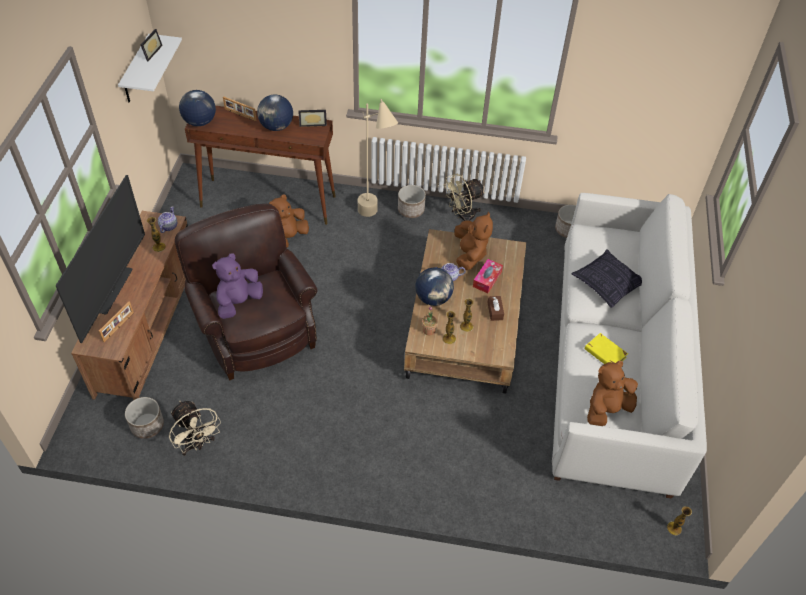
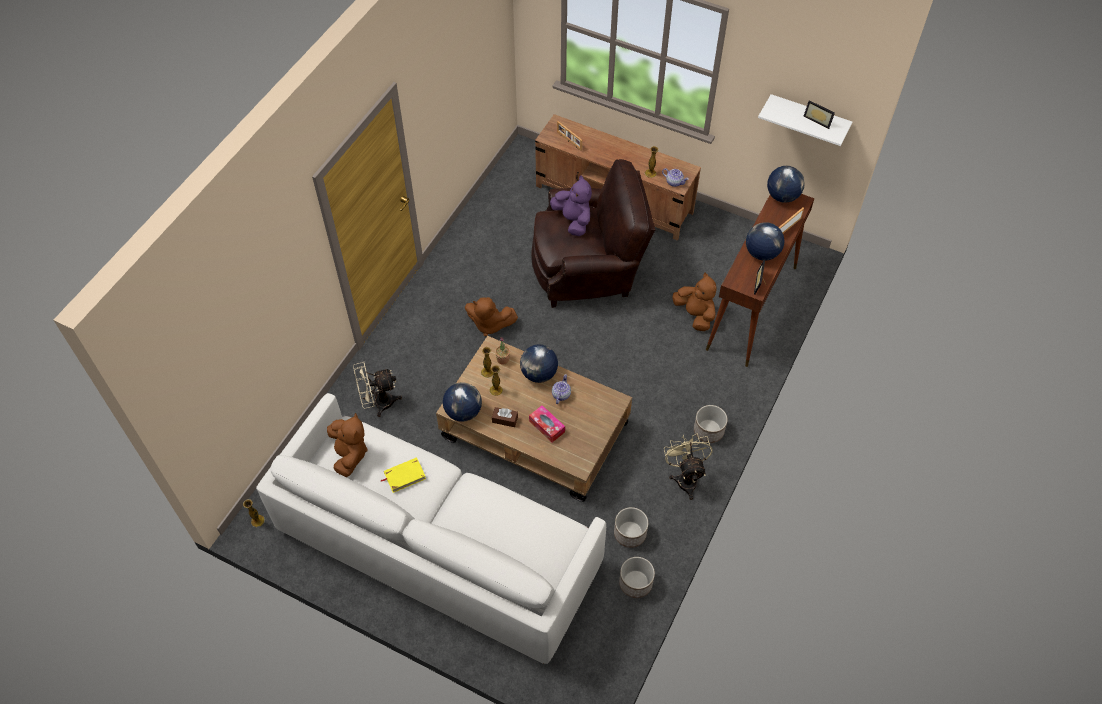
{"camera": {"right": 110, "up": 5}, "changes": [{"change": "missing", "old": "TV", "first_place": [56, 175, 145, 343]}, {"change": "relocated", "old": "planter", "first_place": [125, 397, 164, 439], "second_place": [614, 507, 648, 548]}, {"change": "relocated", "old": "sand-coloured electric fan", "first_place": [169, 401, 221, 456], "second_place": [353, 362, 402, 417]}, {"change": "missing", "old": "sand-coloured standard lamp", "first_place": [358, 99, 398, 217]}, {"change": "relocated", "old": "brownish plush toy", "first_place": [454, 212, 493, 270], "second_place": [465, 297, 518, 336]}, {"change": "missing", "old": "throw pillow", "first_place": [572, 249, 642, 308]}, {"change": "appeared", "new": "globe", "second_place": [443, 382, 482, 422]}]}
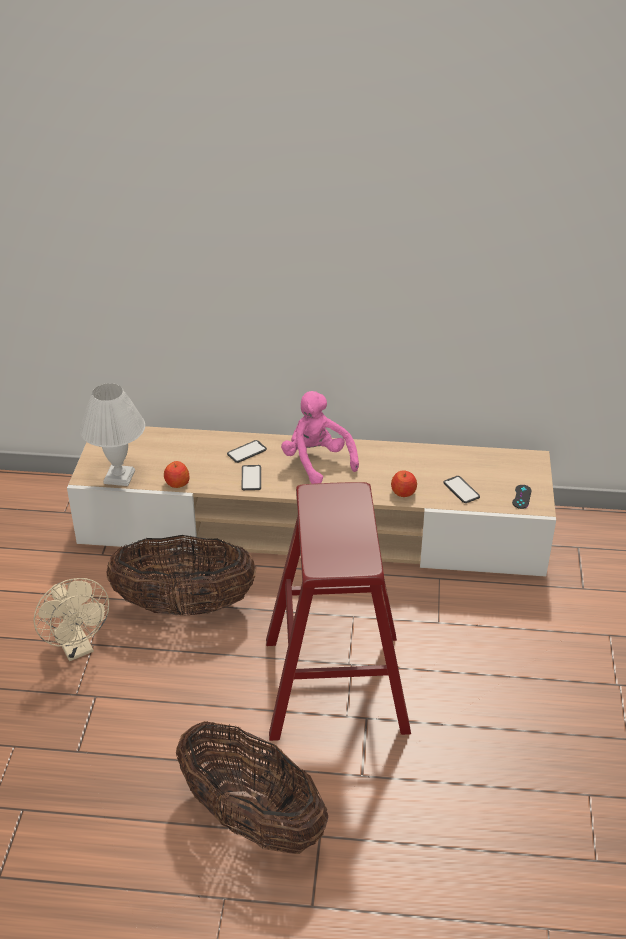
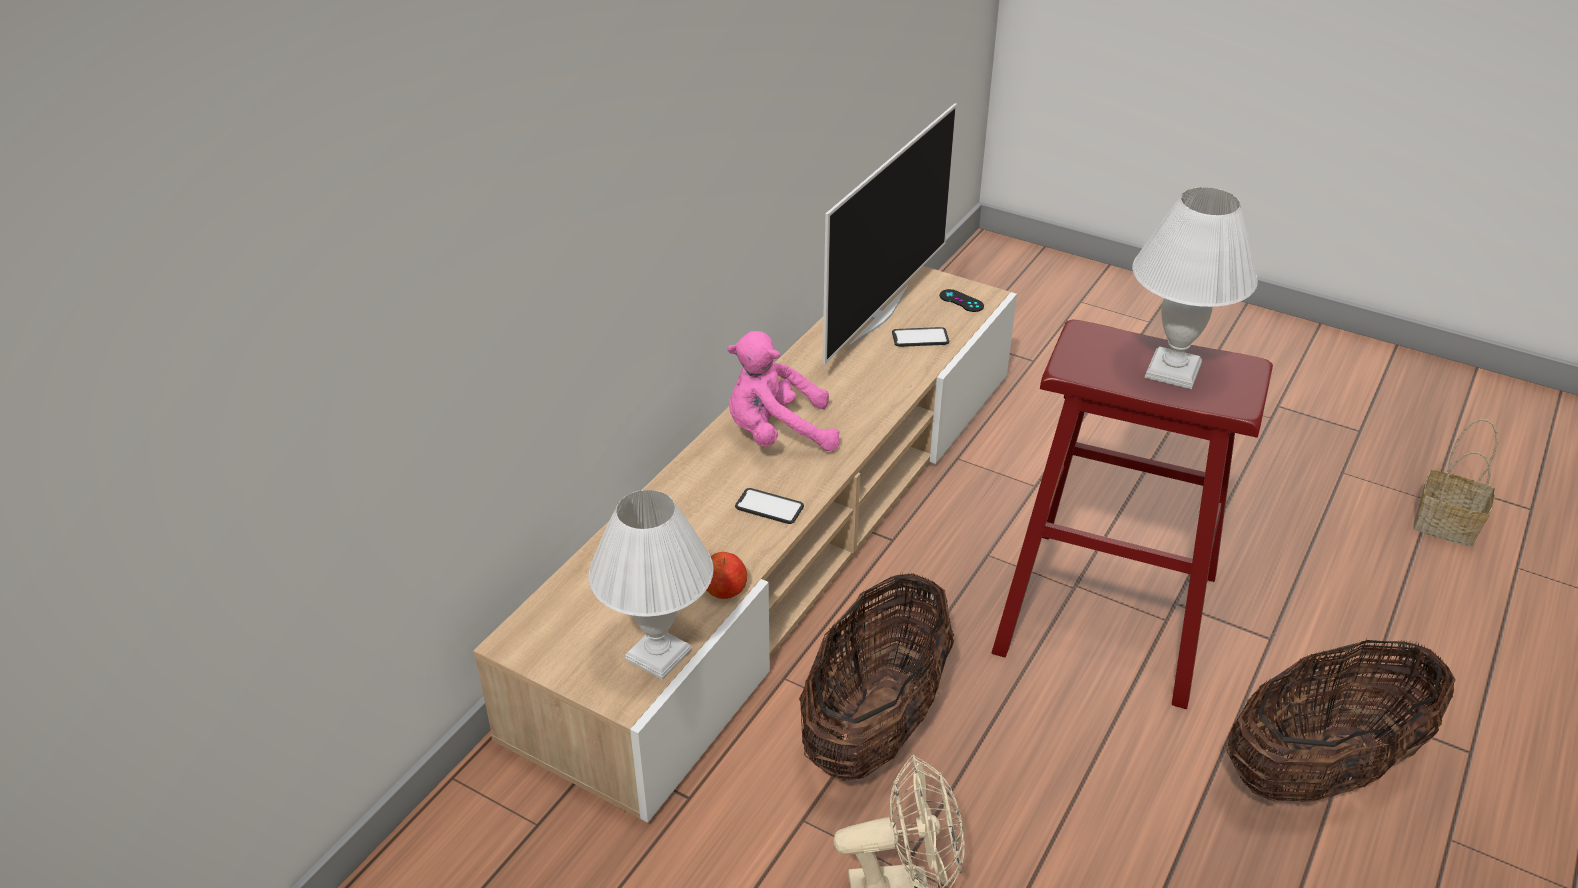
{"camera": {"right": -65, "up": 0}, "changes": [{"change": "missing", "old": "phone", "first_place": [227, 440, 267, 463]}, {"change": "missing", "old": "apple", "first_place": [391, 470, 417, 497]}, {"change": "appeared", "new": "TV", "second_place": [823, 103, 957, 364]}, {"change": "appeared", "new": "whitish lamp for a table", "second_place": [1132, 187, 1258, 389]}, {"change": "appeared", "new": "household basket", "second_place": [1413, 419, 1498, 547]}]}
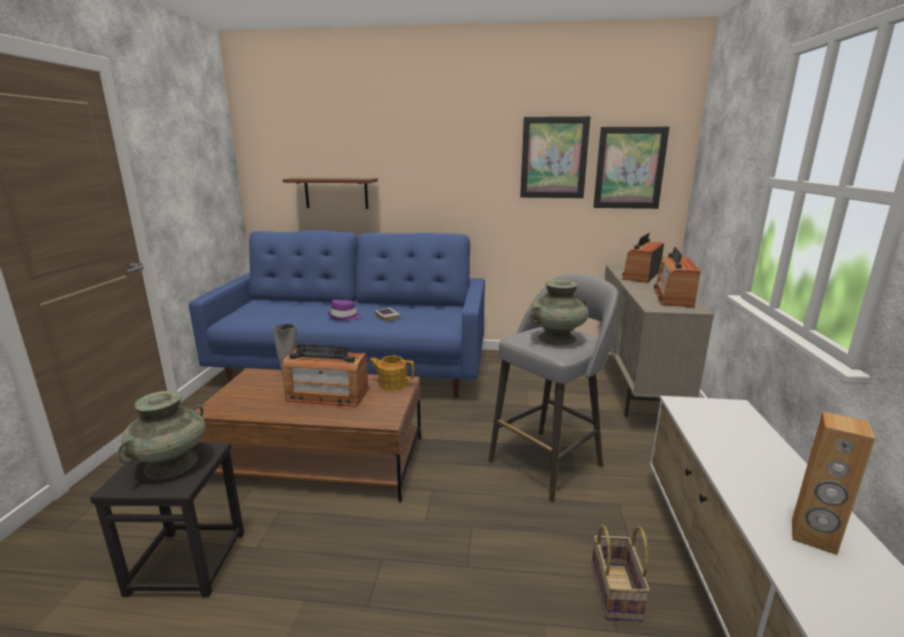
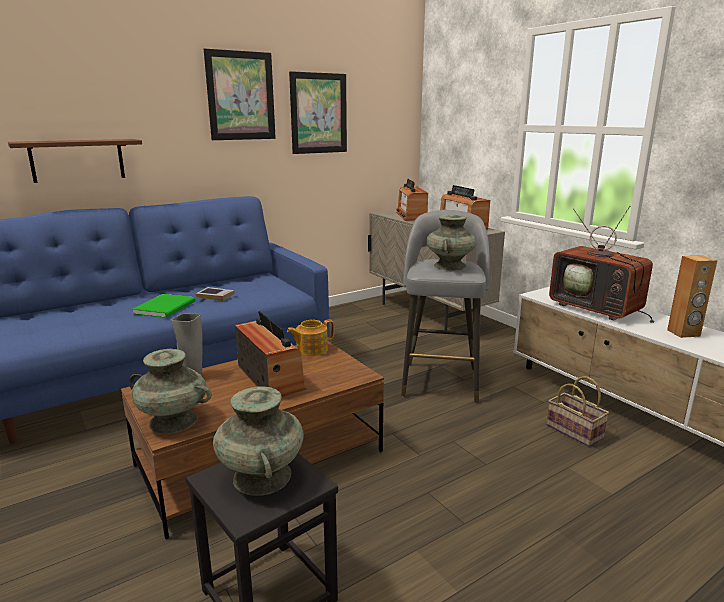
{"camera": {"right": -40, "up": 0}, "changes": [{"change": "spun", "old": "radio set", "first_place": [282, 344, 368, 407], "second_place": [235, 311, 306, 396], "degrees": -90}, {"change": "exchanged", "old": "purplish clothing hat", "new": "green-coloured book", "first_place": [327, 300, 361, 320], "second_place": [132, 294, 195, 318]}, {"change": "relocated", "old": "picture", "first_place": [593, 127, 669, 209], "second_place": [204, 49, 276, 140]}, {"change": "appeared", "new": "turquoise-coloured flower vase", "second_place": [129, 349, 212, 434]}, {"change": "appeared", "new": "TV", "second_place": [549, 206, 654, 323]}]}
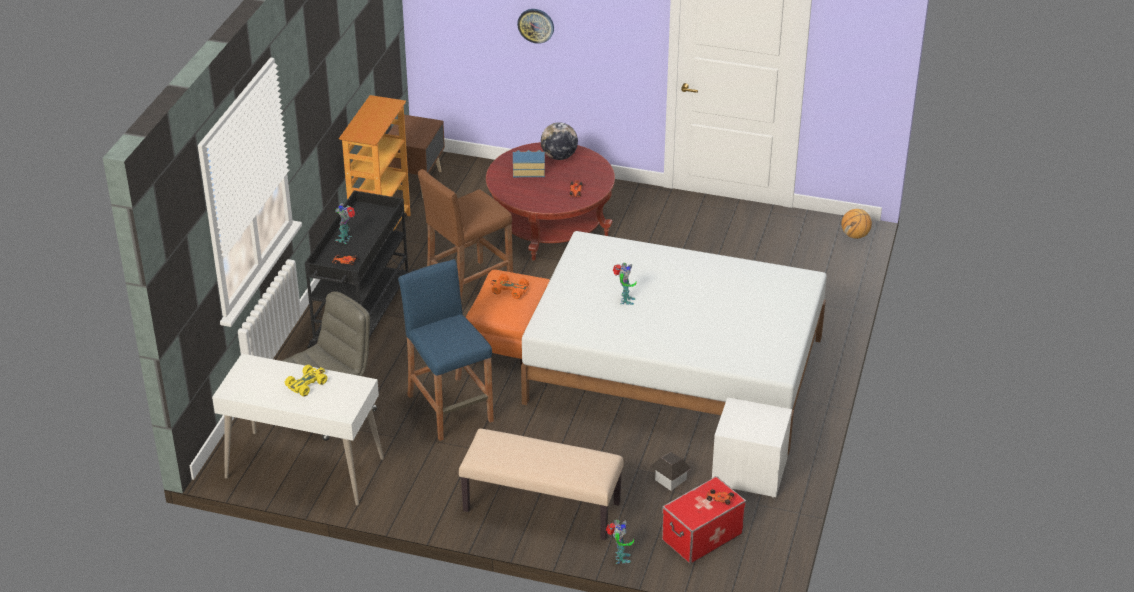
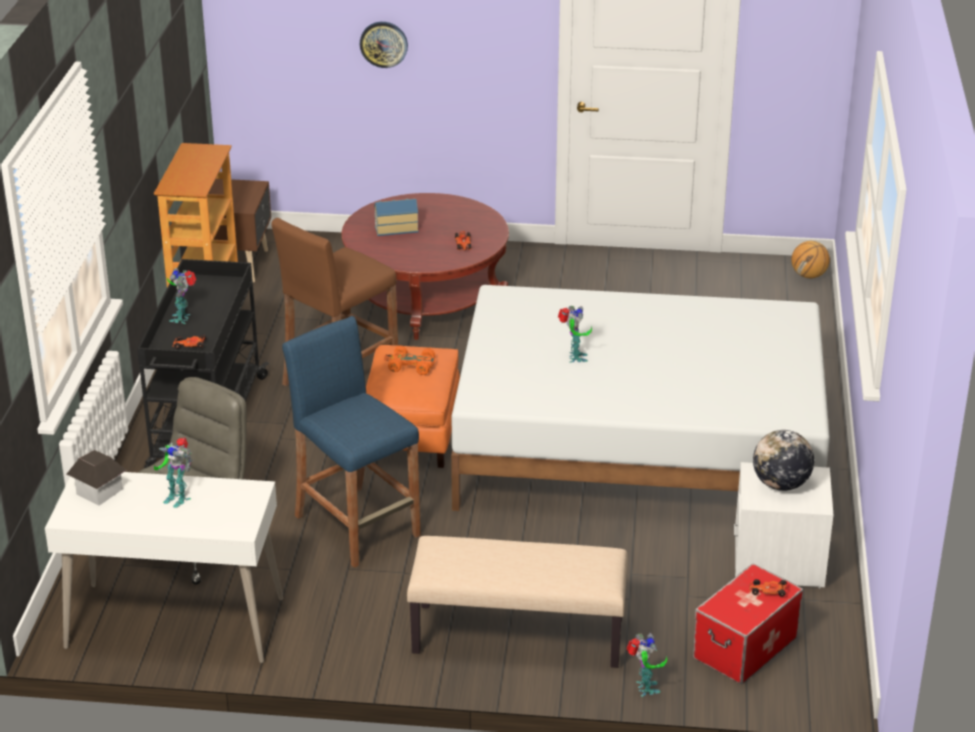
{"camera": {"right": -10, "up": -5}, "changes": [{"change": "exchanged", "old": "yellow-coloured miniature car", "new": "model robot", "first_place": [285, 365, 327, 396], "second_place": [154, 437, 192, 508]}, {"change": "relocated", "old": "globe", "first_place": [541, 122, 578, 160], "second_place": [753, 430, 814, 491]}, {"change": "relocated", "old": "miniature house", "first_place": [650, 452, 692, 491], "second_place": [67, 450, 127, 506]}]}
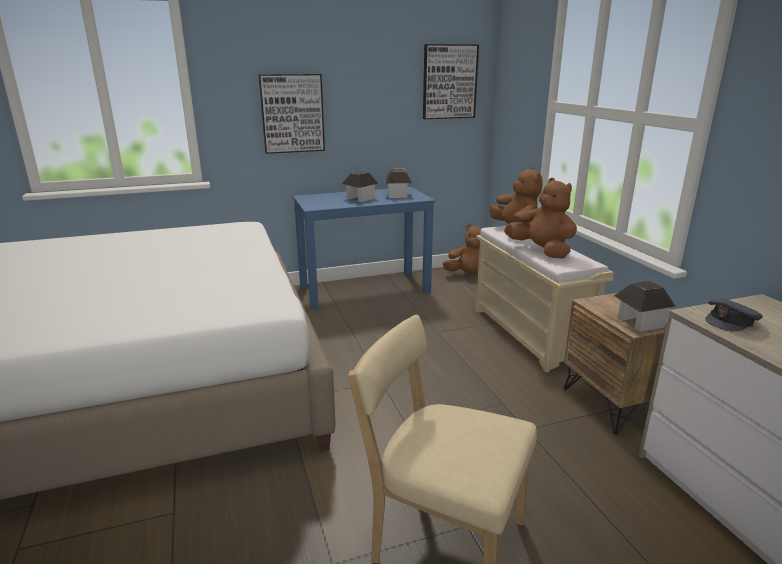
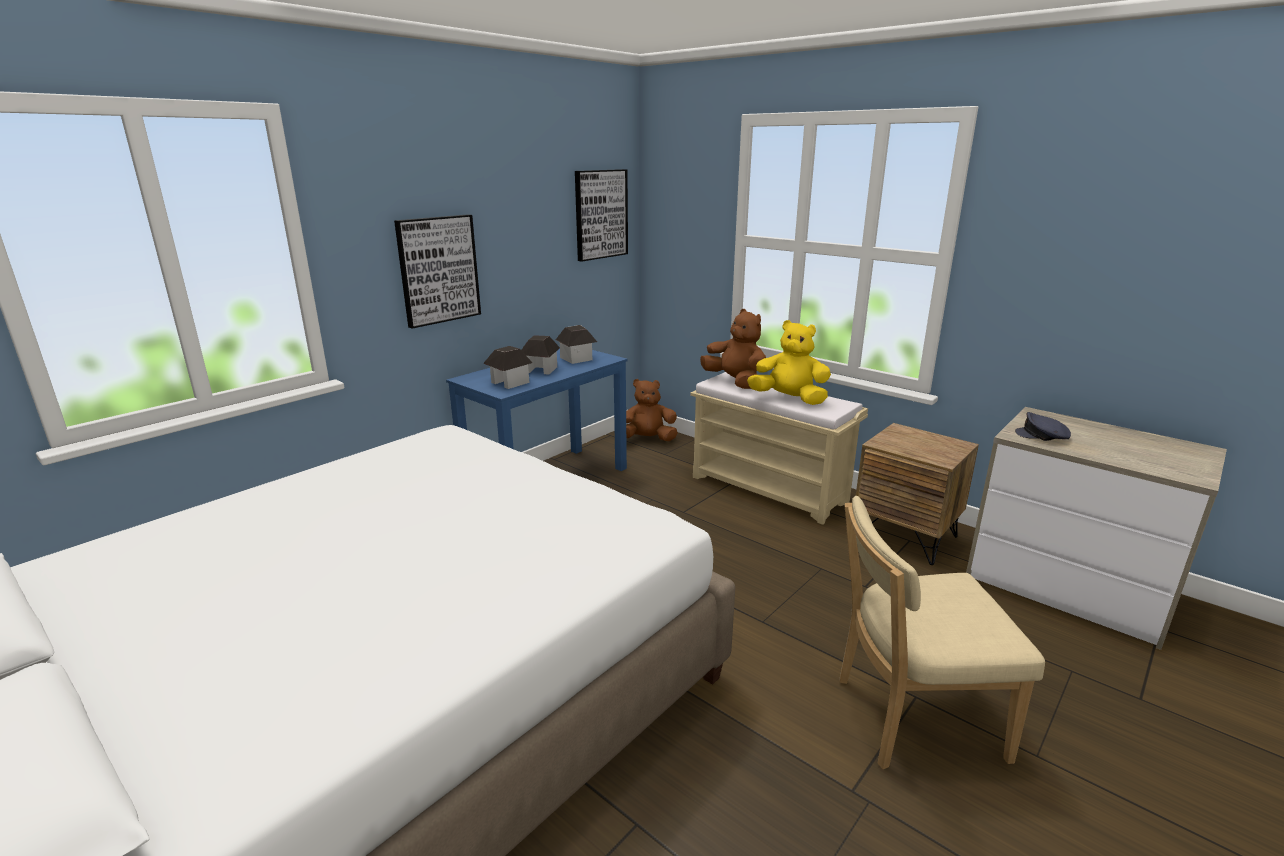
{"camera": {"right": -30, "up": 0}, "changes": [{"change": "colour", "old": "brownish plush toy", "new": "yellow-coloured plush toy", "first_place": [506, 178, 577, 258], "second_place": [747, 320, 831, 405]}, {"change": "relocated", "old": "miniature house", "first_place": [614, 281, 675, 332], "second_place": [483, 346, 533, 389]}, {"change": "spun", "old": "gray peaked cap", "first_place": [705, 298, 763, 332], "second_place": [1015, 412, 1071, 441], "degrees": 90}]}
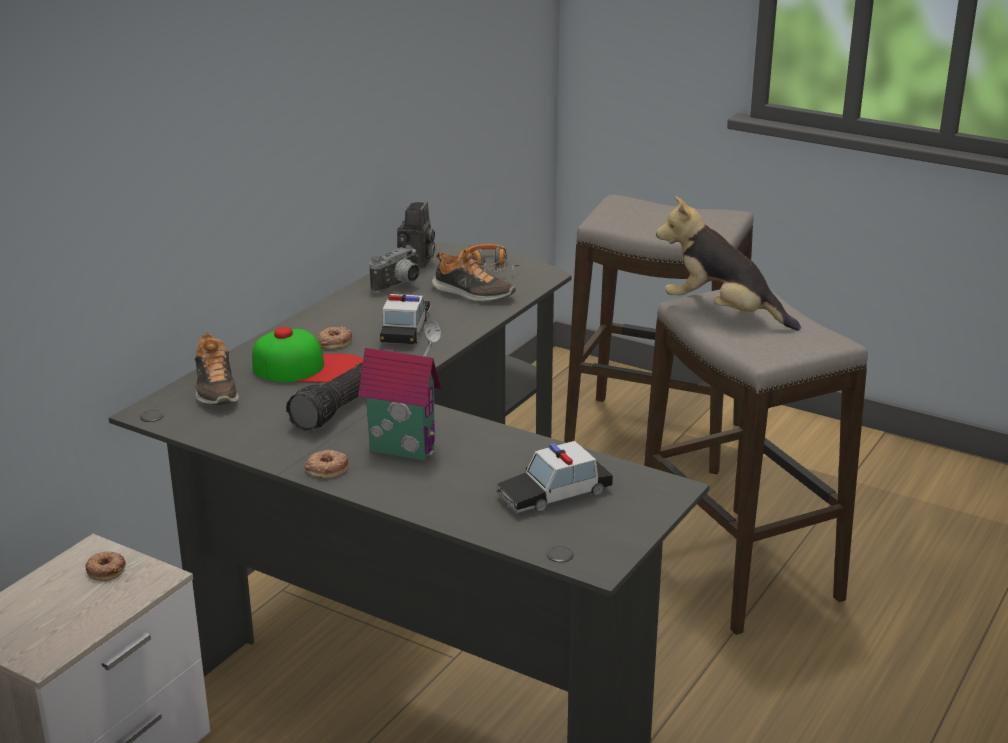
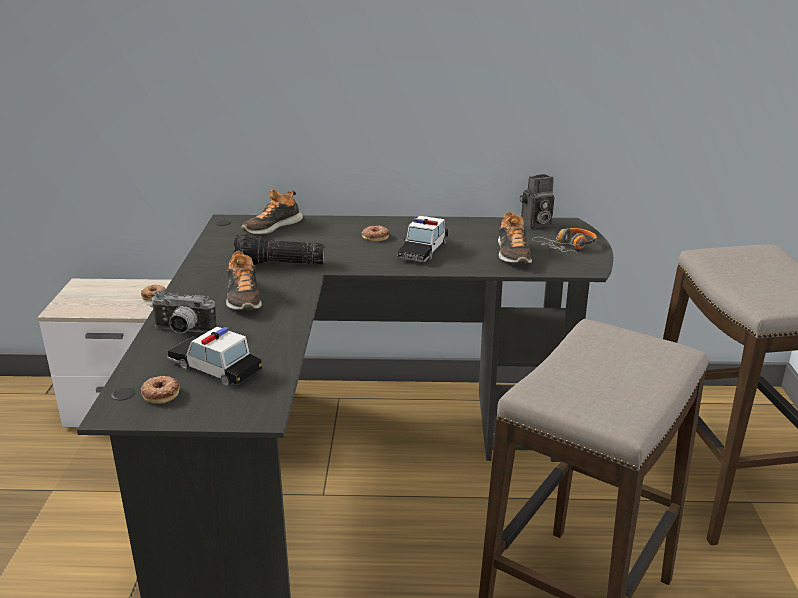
{"camera": {"right": 60, "up": 0}, "changes": [{"change": "missing", "old": "peaked cap", "first_place": [252, 327, 363, 383]}, {"change": "relocated", "old": "ring doughnut", "first_place": [305, 449, 349, 478], "second_place": [141, 376, 180, 404]}, {"change": "exchanged", "old": "miniature house", "new": "low shoe", "first_place": [358, 320, 441, 461], "second_place": [226, 250, 262, 310]}, {"change": "relocated", "old": "still camera", "first_place": [369, 245, 420, 293], "second_place": [150, 291, 217, 333]}, {"change": "spun", "old": "miniature car", "first_place": [380, 294, 431, 344], "second_place": [397, 216, 449, 262], "degrees": 135}, {"change": "missing", "old": "plush toy", "first_place": [656, 196, 801, 330]}]}
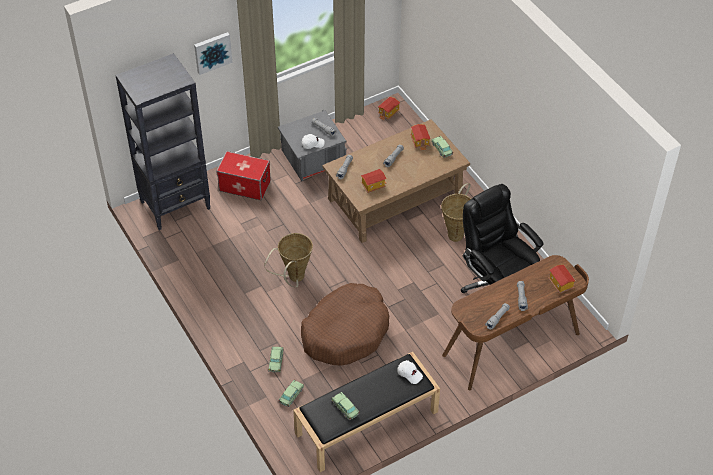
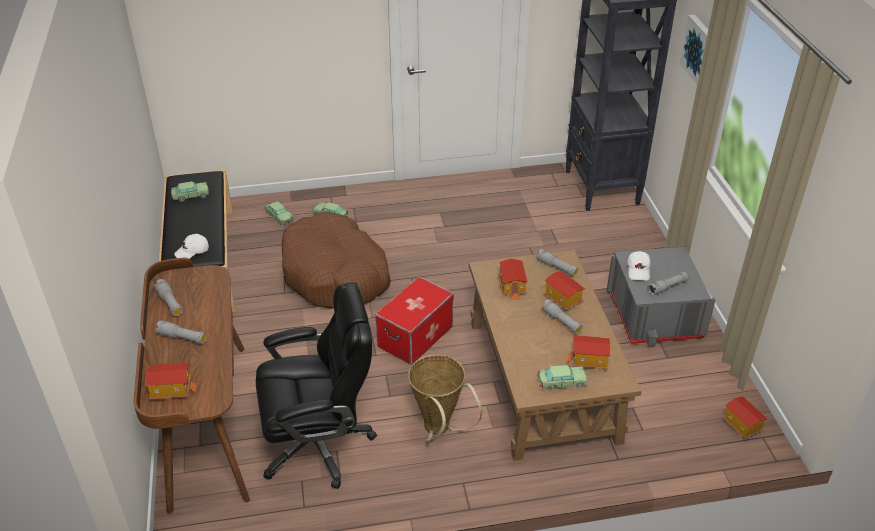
{"camera": {"right": 110, "up": -10}, "changes": [{"change": "relocated", "old": "storage bin", "first_place": [216, 151, 271, 200], "second_place": [375, 276, 454, 365]}, {"change": "missing", "old": "household basket", "first_place": [264, 233, 313, 287]}, {"change": "appeared", "new": "miniature house", "second_place": [544, 271, 585, 311]}]}
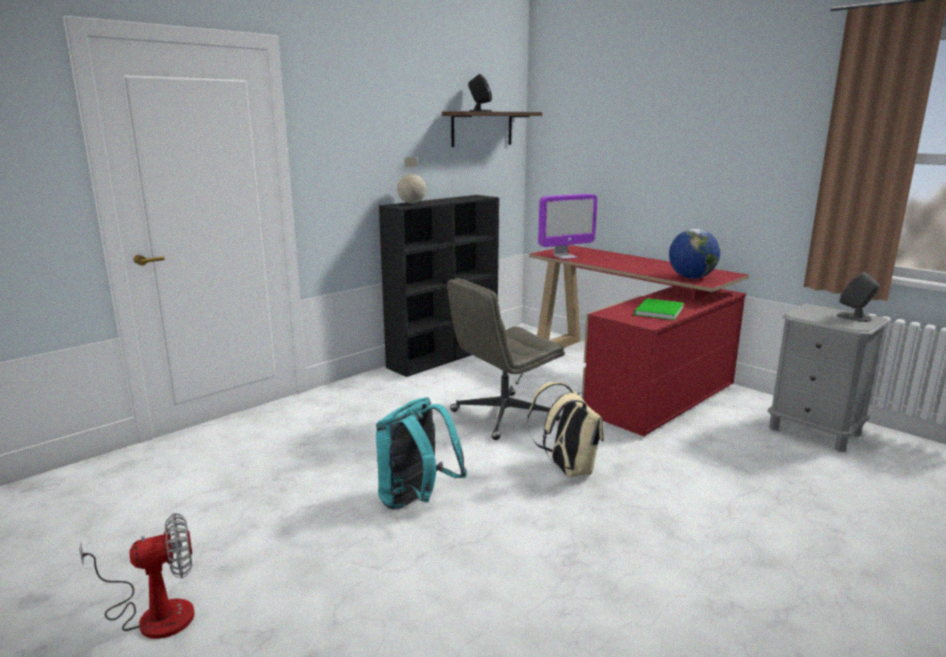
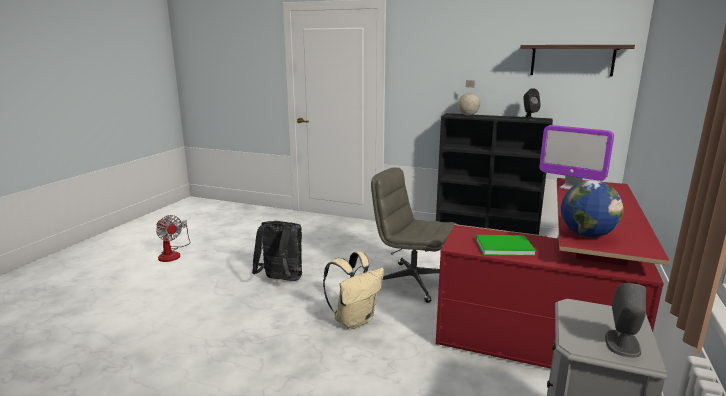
{"camera": {"right": 65, "up": 0}, "changes": [{"change": "colour", "old": "turquoise-coloured backpack", "new": "blackish backpack", "first_place": [376, 397, 467, 510], "second_place": [252, 221, 302, 281]}, {"change": "relocated", "old": "blackish speaker", "first_place": [468, 74, 492, 111], "second_place": [521, 88, 541, 121]}]}
